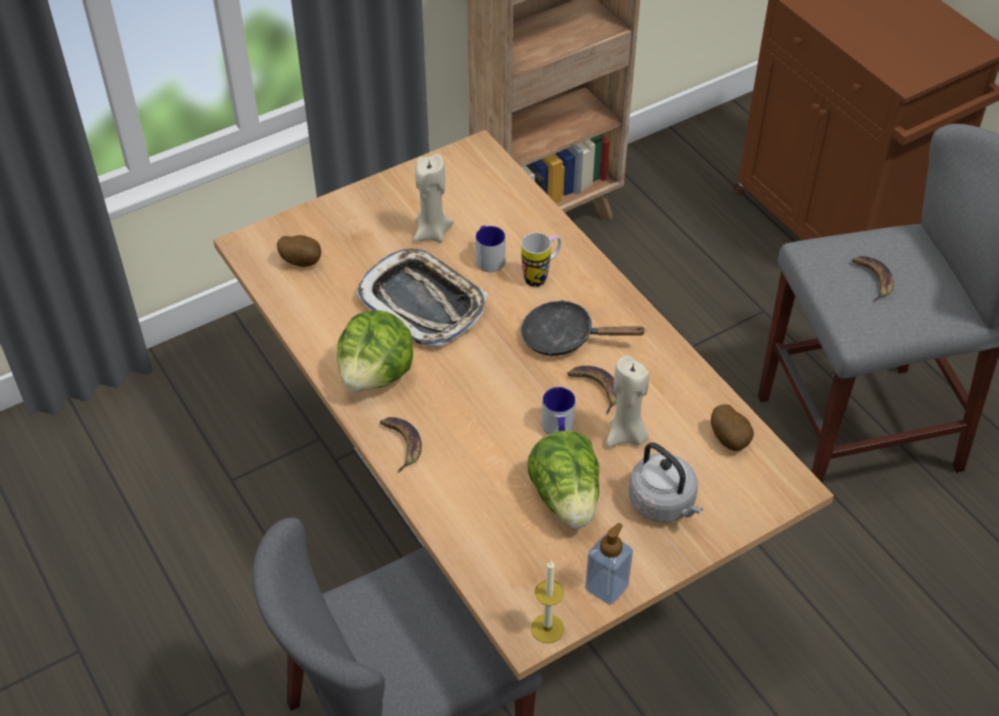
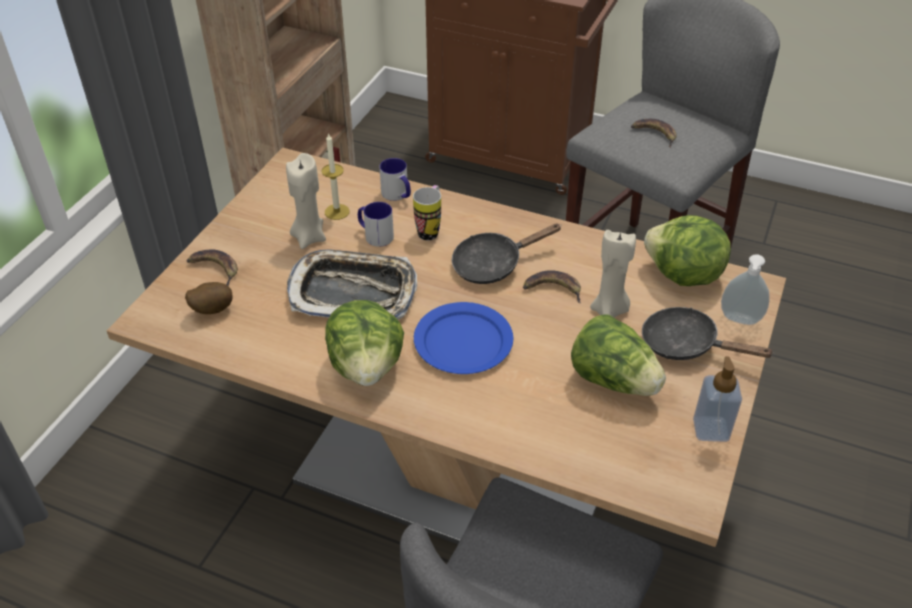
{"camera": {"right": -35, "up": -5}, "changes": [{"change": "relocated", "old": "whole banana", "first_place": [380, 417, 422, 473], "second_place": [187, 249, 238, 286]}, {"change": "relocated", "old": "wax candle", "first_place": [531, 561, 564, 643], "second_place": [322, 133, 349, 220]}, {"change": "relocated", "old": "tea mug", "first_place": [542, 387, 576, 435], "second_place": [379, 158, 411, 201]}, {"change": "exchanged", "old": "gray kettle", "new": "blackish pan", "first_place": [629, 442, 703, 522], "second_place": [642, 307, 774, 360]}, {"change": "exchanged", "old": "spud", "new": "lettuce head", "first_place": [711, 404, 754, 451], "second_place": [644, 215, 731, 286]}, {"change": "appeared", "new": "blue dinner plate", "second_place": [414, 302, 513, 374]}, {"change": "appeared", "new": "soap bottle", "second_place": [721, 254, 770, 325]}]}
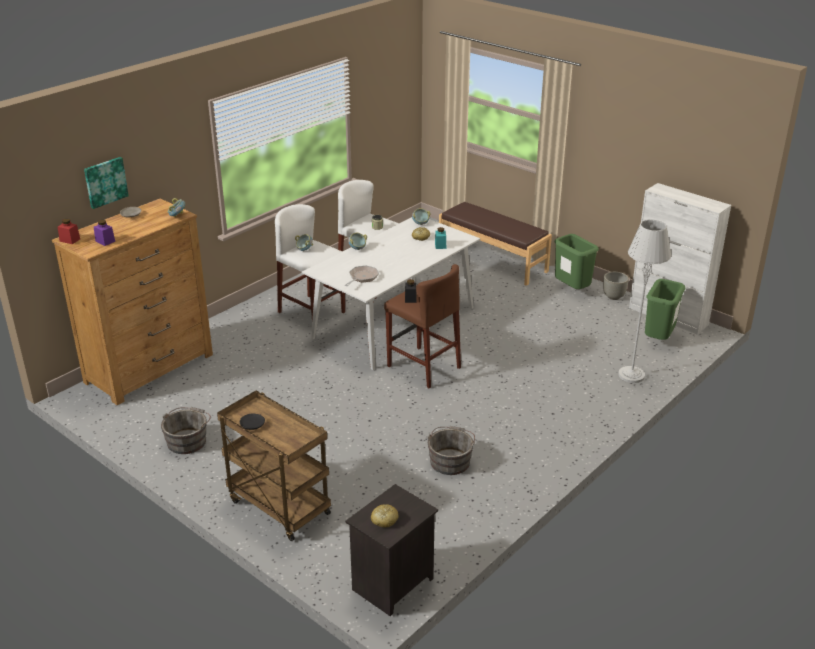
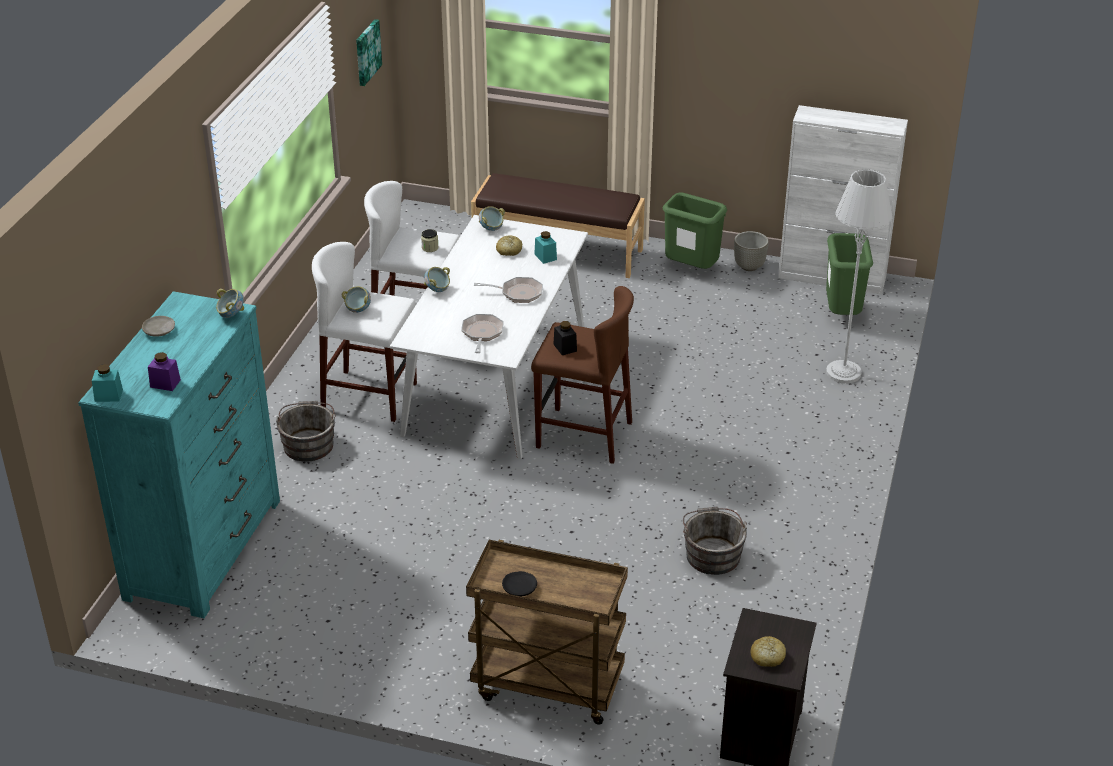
{"camera": {"right": -25, "up": 5}, "changes": [{"change": "colour", "old": "brownish drawer chest", "new": "turquoise-coloured drawer chest", "first_place": [52, 199, 213, 405], "second_place": [78, 291, 280, 618]}, {"change": "colour", "old": "red-coloured preserve jar", "new": "turquoise-coloured preserve jar", "first_place": [58, 219, 80, 244], "second_place": [92, 364, 123, 402]}, {"change": "relocated", "old": "picture", "first_place": [84, 157, 129, 209], "second_place": [356, 19, 382, 86]}, {"change": "relocated", "old": "gray water bucket", "first_place": [161, 407, 211, 454], "second_place": [276, 401, 336, 462]}, {"change": "appeared", "new": "pan", "second_place": [474, 277, 543, 303]}]}
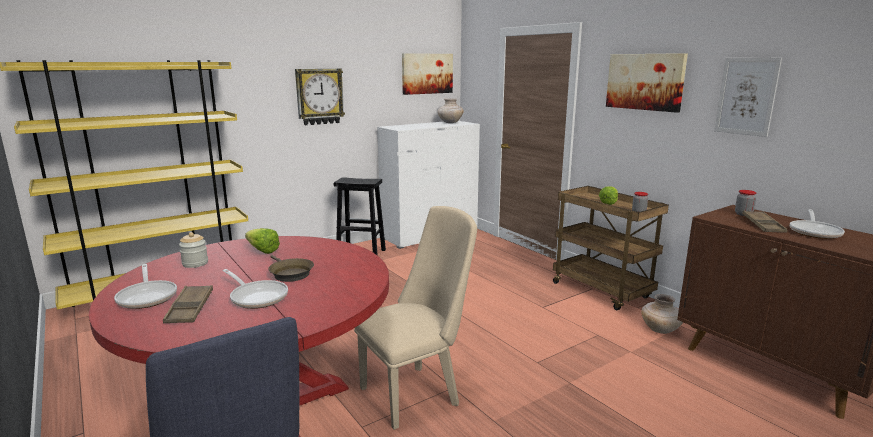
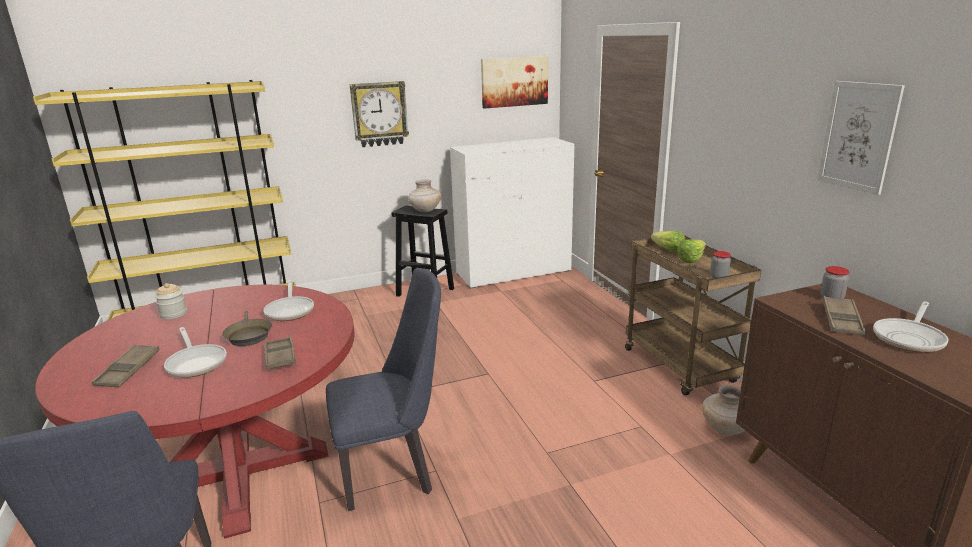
{"camera": {"right": 15, "up": 5}, "changes": [{"change": "relocated", "old": "pan", "first_place": [114, 264, 177, 309], "second_place": [263, 280, 314, 321]}, {"change": "relocated", "old": "lettuce head", "first_place": [245, 228, 280, 254], "second_place": [651, 231, 686, 253]}, {"change": "colour", "old": "sand-coloured upright chair", "new": "blue upright chair", "first_place": [354, 206, 477, 430], "second_place": [326, 268, 441, 511]}, {"change": "relocated", "old": "sand-coloured flower vase", "first_place": [438, 98, 464, 123], "second_place": [408, 180, 441, 212]}, {"change": "missing", "old": "picture", "first_place": [606, 53, 688, 113]}, {"change": "appeared", "new": "brownish carrying tray", "second_place": [265, 337, 296, 370]}]}
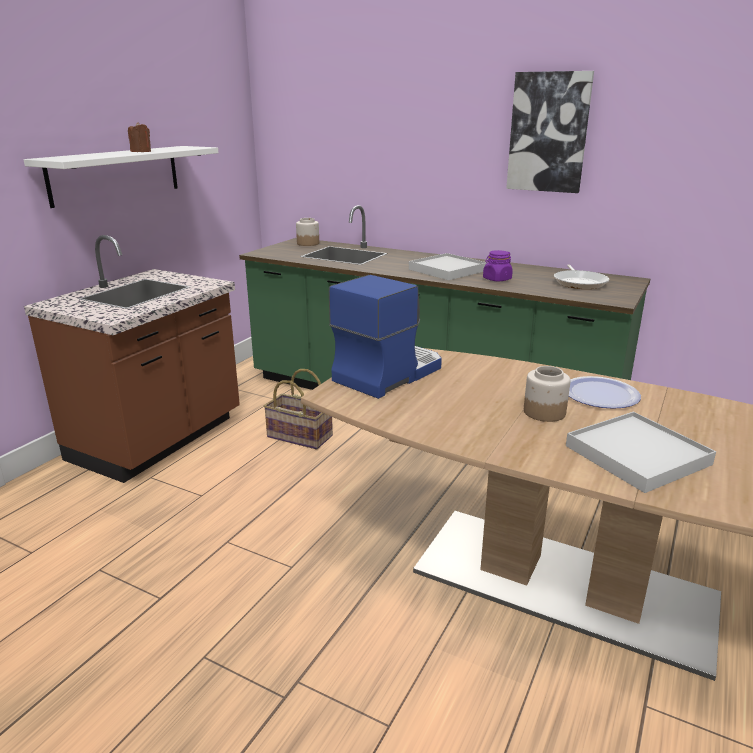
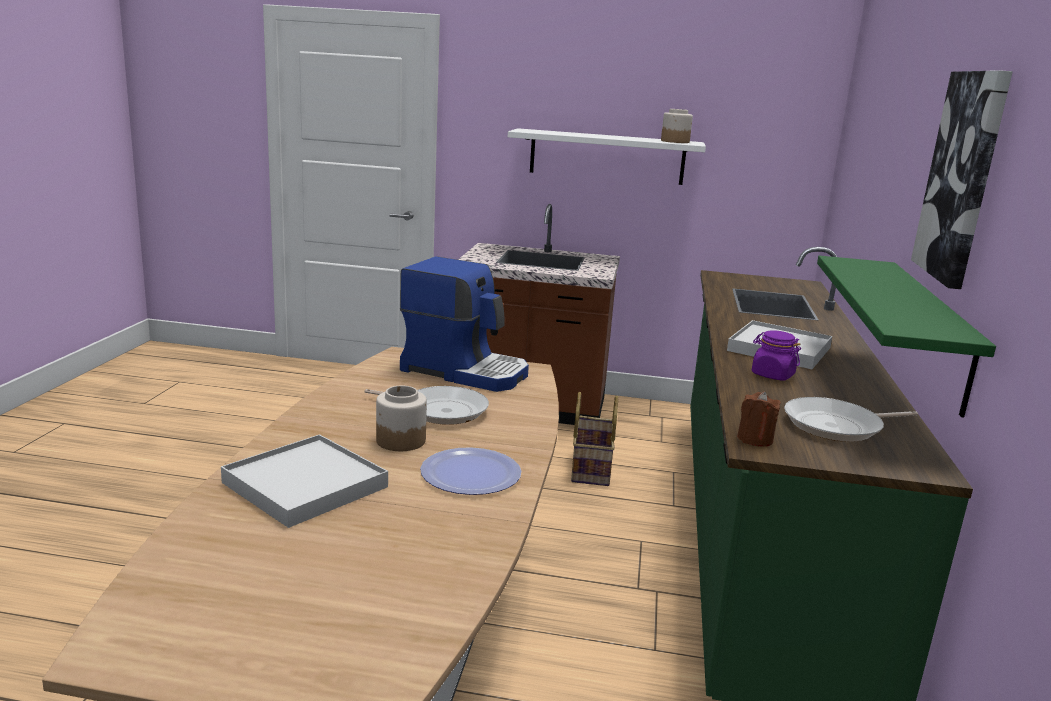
{"camera": {"right": 70, "up": -5}, "changes": [{"change": "relocated", "old": "brownish wax candle", "first_place": [128, 122, 151, 152], "second_place": [737, 392, 781, 447]}, {"change": "relocated", "old": "preserve jar", "first_place": [296, 218, 319, 246], "second_place": [661, 109, 693, 143]}, {"change": "appeared", "new": "pan", "second_place": [364, 386, 489, 425]}, {"change": "appeared", "new": "green-coloured bracket shelf", "second_place": [817, 256, 996, 417]}]}
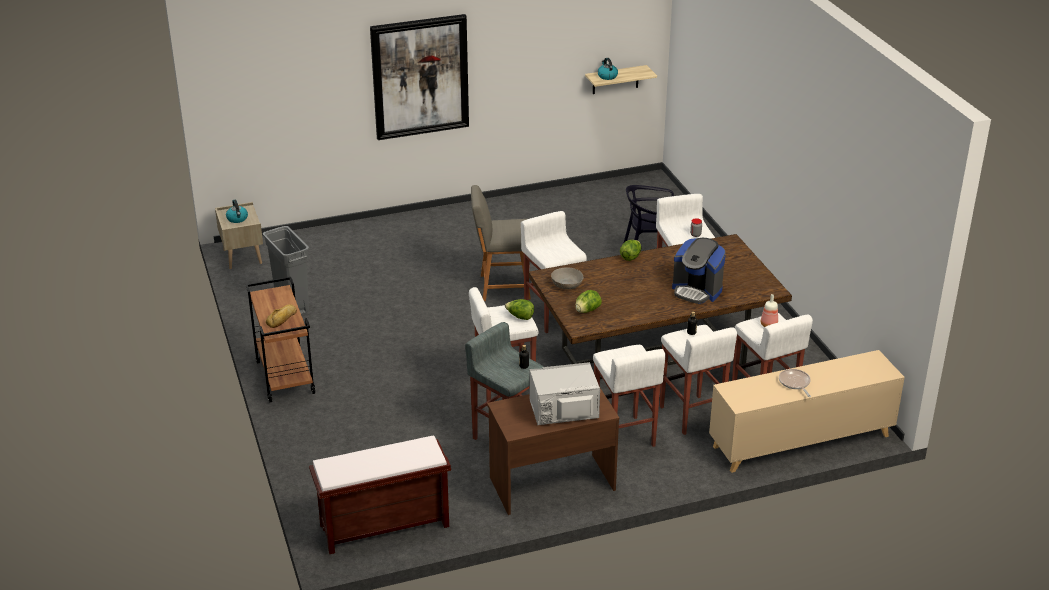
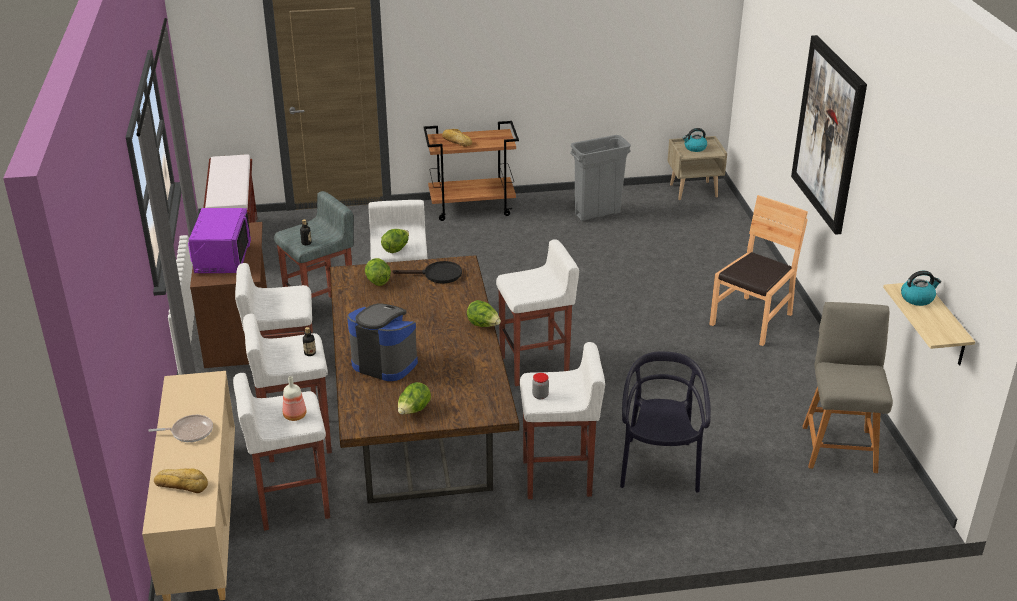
{"camera": {"right": 100, "up": 0}, "changes": [{"change": "relocated", "old": "gray upright chair", "first_place": [471, 185, 531, 301], "second_place": [802, 302, 893, 473]}, {"change": "colour", "old": "gray microwave", "new": "purplish microwave", "first_place": [529, 362, 600, 425], "second_place": [188, 208, 251, 273]}, {"change": "exchanged", "old": "gray deep dish", "new": "blackish pan", "first_place": [551, 268, 583, 290], "second_place": [392, 261, 462, 284]}, {"change": "spun", "old": "coffee maker", "first_place": [672, 238, 726, 304], "second_place": [347, 303, 418, 381], "degrees": 75}, {"change": "appeared", "new": "bread", "second_place": [154, 468, 208, 493]}, {"change": "appeared", "new": "lettuce head", "second_place": [398, 382, 431, 414]}, {"change": "appeared", "new": "brownish upright chair", "second_place": [709, 195, 808, 346]}]}
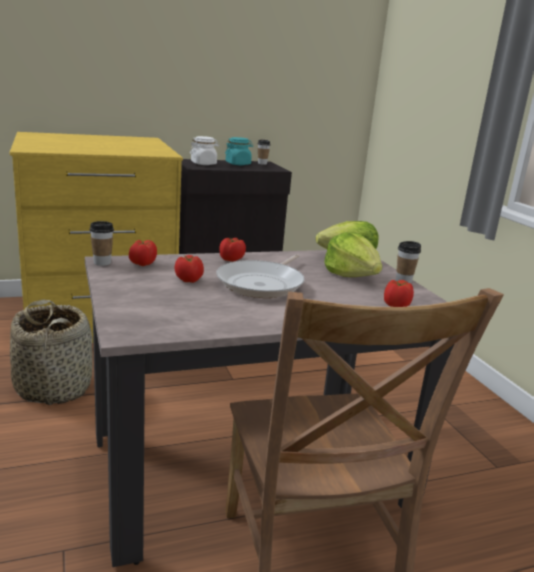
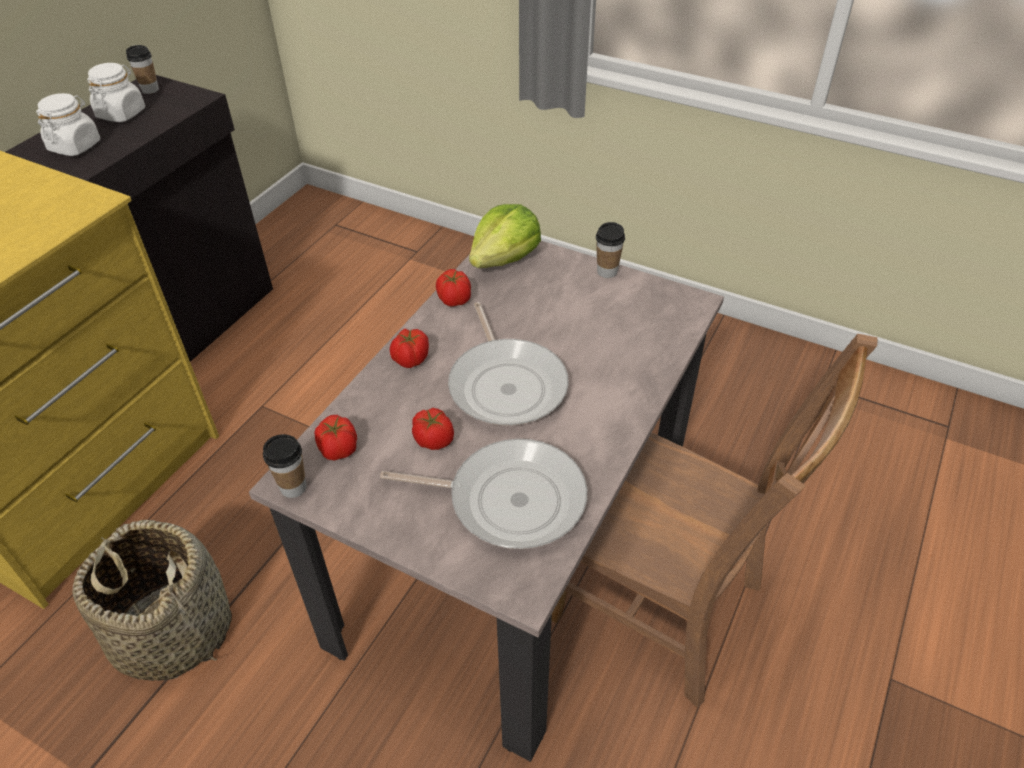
{"camera": {"right": -40, "up": 25}, "changes": [{"change": "colour", "old": "turquoise-coloured preserve jar", "new": "whitish preserve jar", "first_place": [225, 137, 253, 165], "second_place": [87, 63, 145, 122]}, {"change": "missing", "old": "lettuce head", "first_place": [324, 232, 382, 277]}, {"change": "relocated", "old": "fresh tomato", "first_place": [384, 280, 414, 307], "second_place": [436, 269, 471, 307]}, {"change": "appeared", "new": "pan", "second_place": [380, 439, 587, 549]}]}
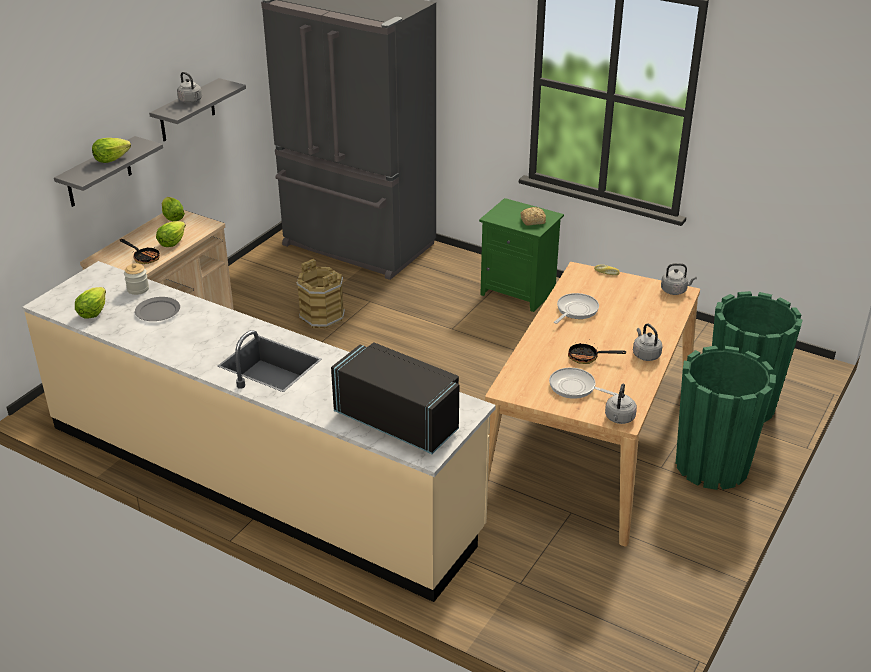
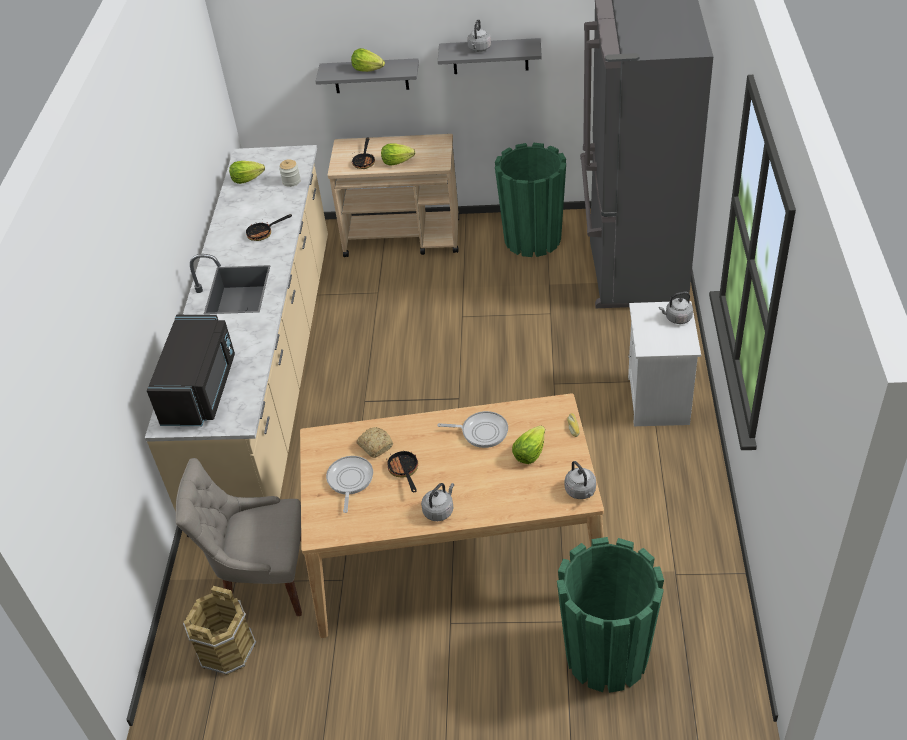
{"camera": {"right": 65, "up": 10}, "changes": [{"change": "missing", "old": "gray dinner plate", "first_place": [135, 297, 180, 321]}, {"change": "relocated", "old": "lettuce head", "first_place": [162, 197, 185, 221], "second_place": [512, 426, 545, 464]}, {"change": "relocated", "old": "brownish water bucket", "first_place": [296, 259, 345, 329], "second_place": [183, 586, 256, 675]}, {"change": "colour", "old": "green-coloured night table", "new": "whitish night table", "first_place": [479, 198, 564, 312], "second_place": [628, 301, 701, 427]}, {"change": "relocated", "old": "bread", "first_place": [521, 207, 546, 225], "second_place": [356, 427, 393, 458]}, {"change": "relocated", "old": "gray kettle", "first_place": [605, 383, 637, 424], "second_place": [659, 292, 693, 324]}, {"change": "relocated", "old": "green-coloured planter", "first_place": [676, 346, 776, 490], "second_place": [495, 143, 566, 257]}, {"change": "appeared", "new": "gray upright chair", "second_place": [175, 458, 302, 616]}, {"change": "appeared", "new": "pan", "second_place": [246, 214, 292, 241]}]}
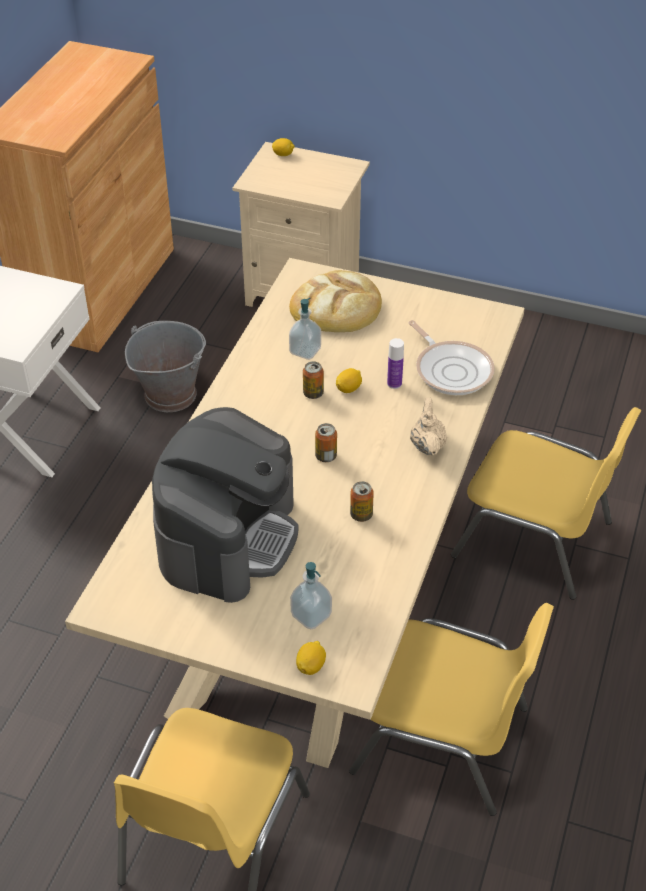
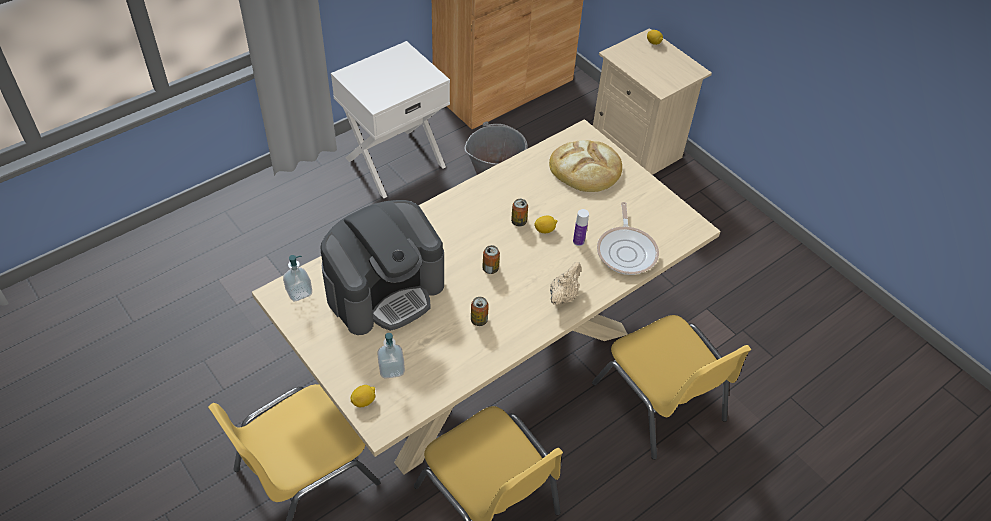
{"camera": {"right": 30, "up": 5}, "changes": [{"change": "relocated", "old": "soap bottle", "first_place": [289, 298, 321, 360], "second_place": [283, 255, 312, 301]}]}
